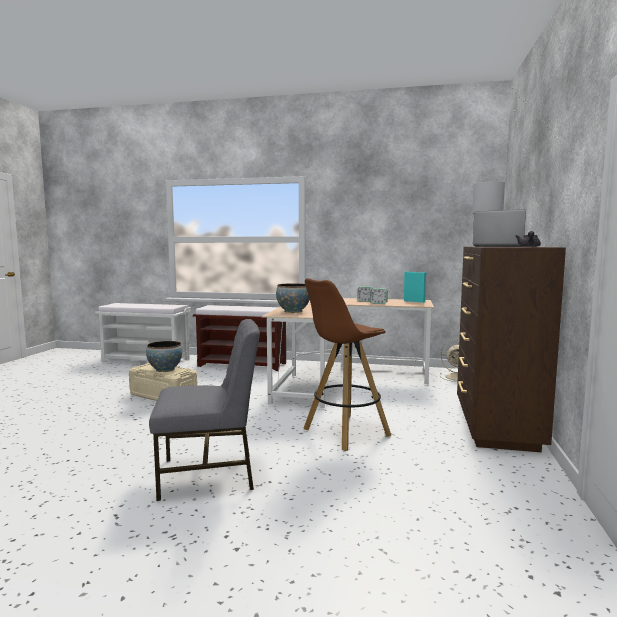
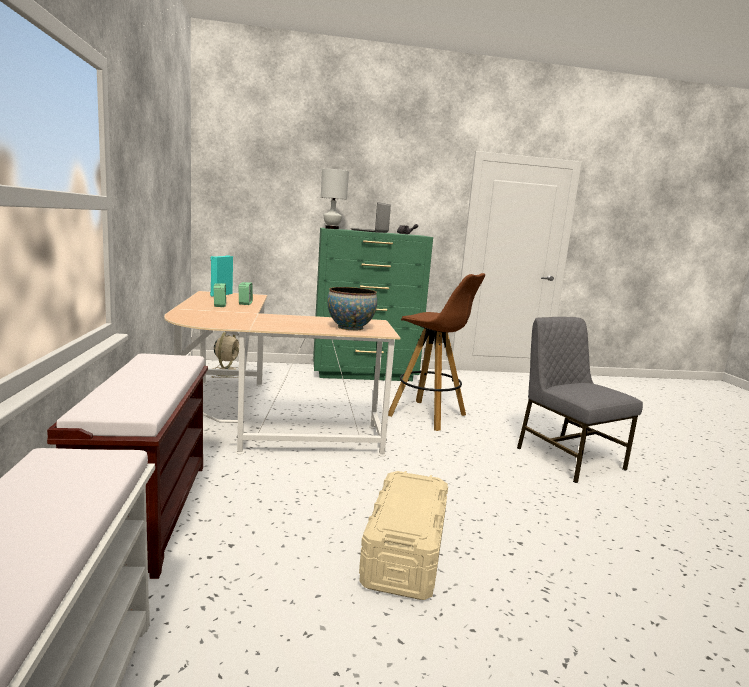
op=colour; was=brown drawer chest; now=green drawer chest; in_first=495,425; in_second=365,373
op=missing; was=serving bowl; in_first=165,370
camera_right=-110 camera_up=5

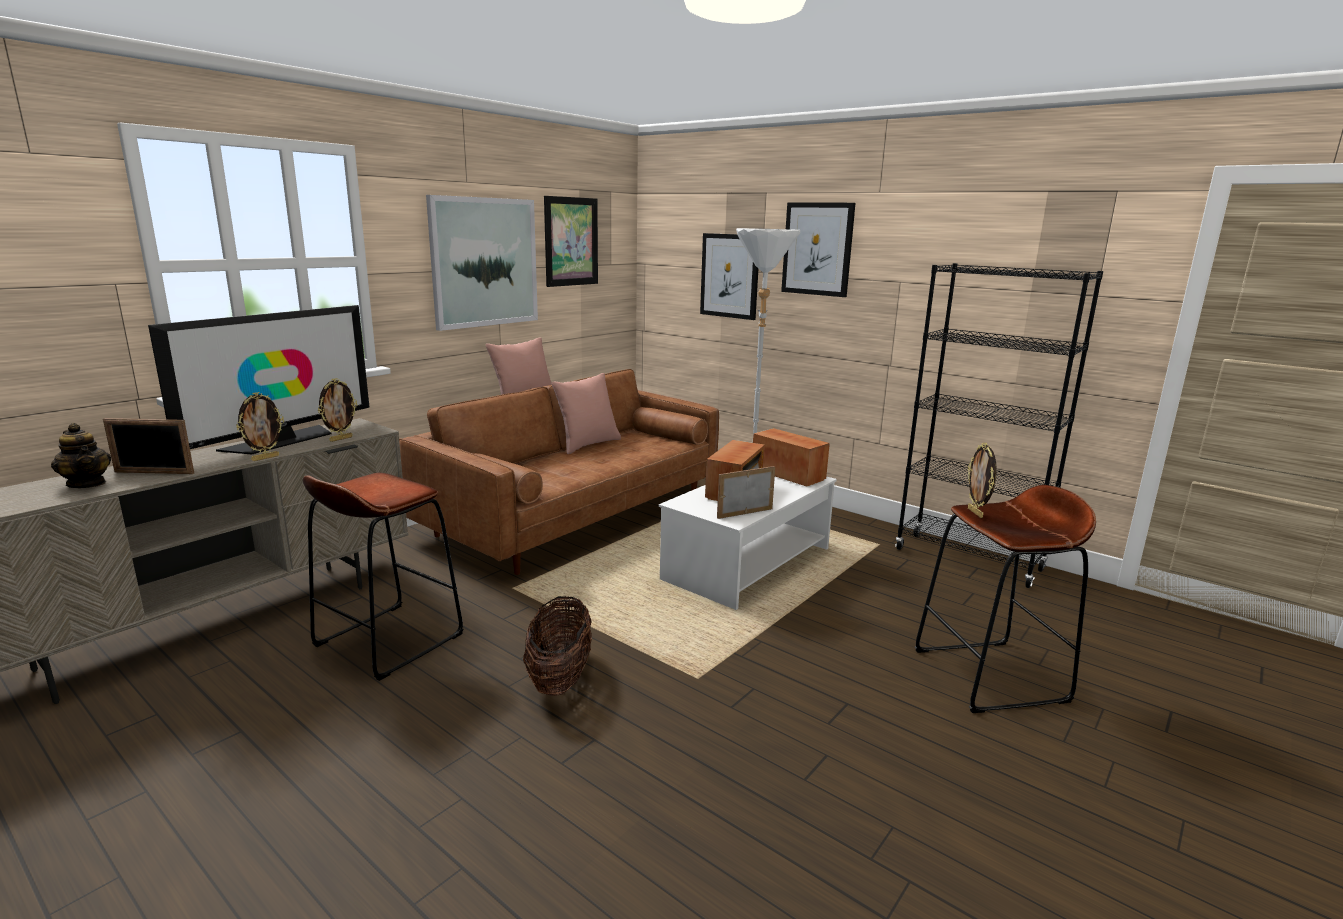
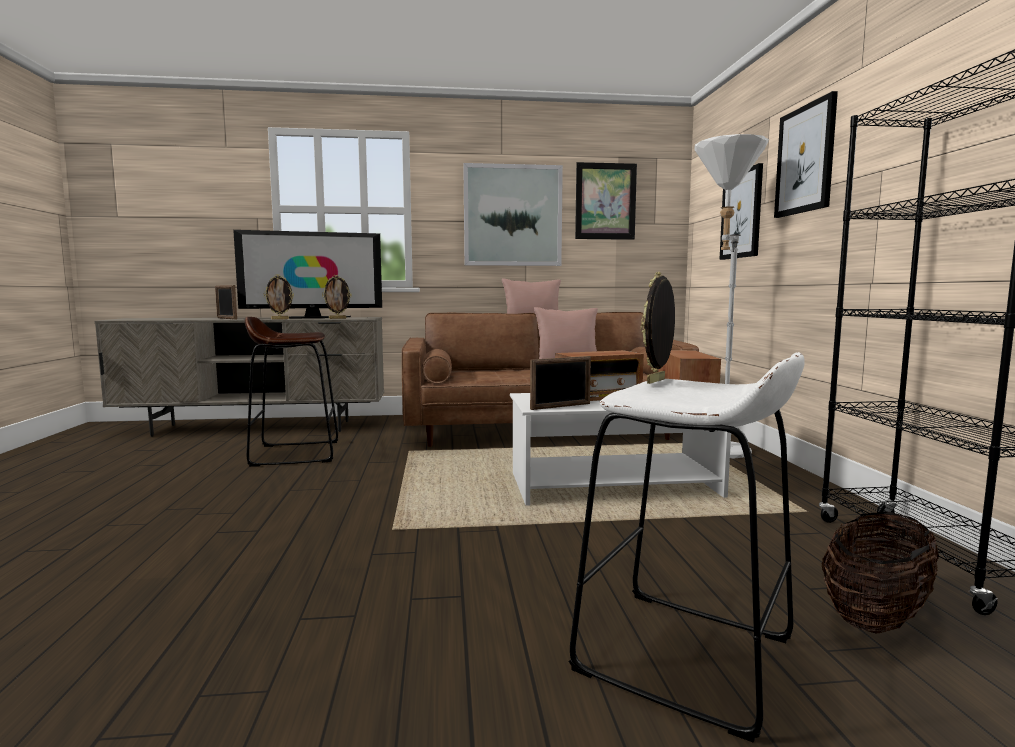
op=spun; was=picture frame; in_first=744,513; in_second=561,406; clockwise=135
op=colour; was=brown stool seat; now=whitish stool seat; in_first=990,675; in_second=684,656
op=relocated; was=storage basket; in_first=559,677; in_second=875,616
op=missing; was=teapot; in_first=87,484
camera_right=45 camera_up=-10

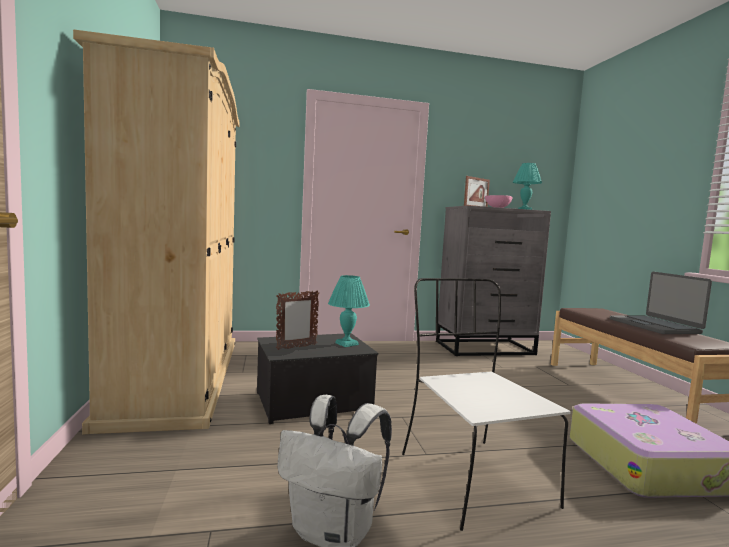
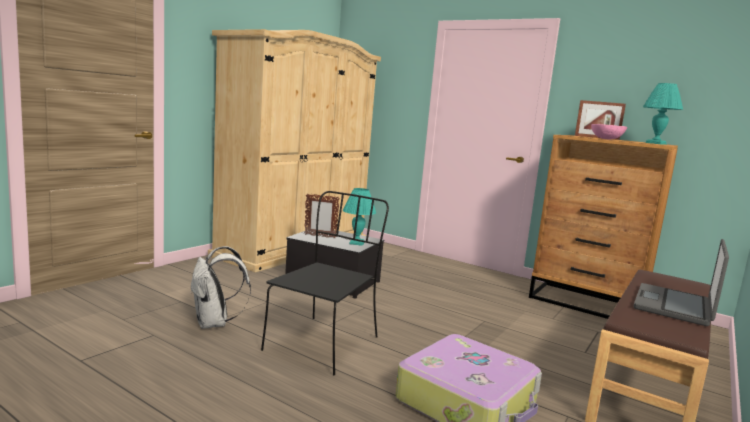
op=colour; was=whitish chair; now=black-coloured chair; in_first=472,477; in_second=323,343
op=colour; was=grey drawer chest; now=brown drawer chest; in_first=485,348; in_second=587,303
camera_right=45 camera_up=5

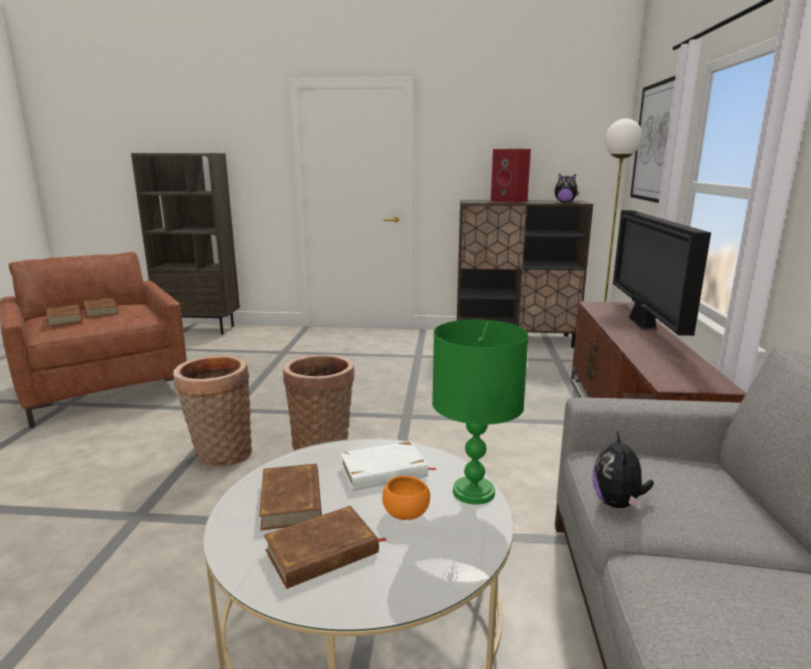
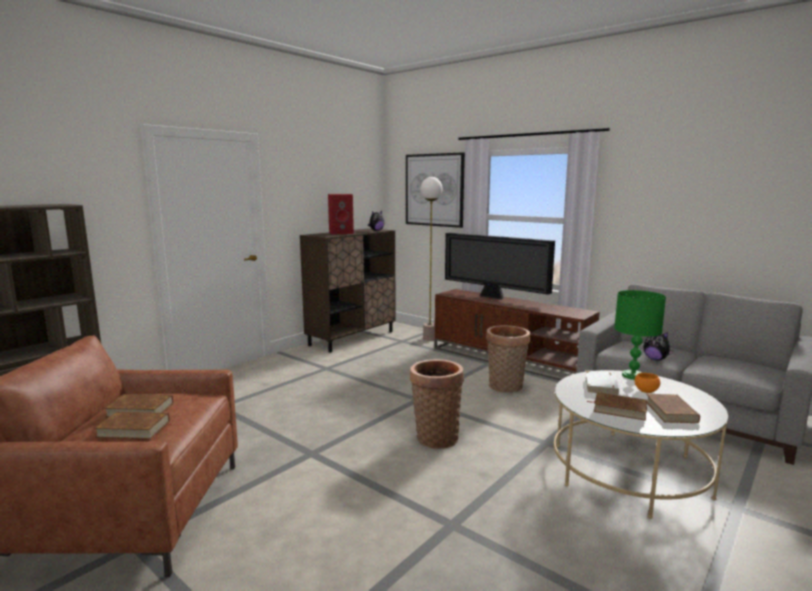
op=relocated; was=storage basket; in_first=220,455; in_second=505,387
camera_right=-55 camera_up=-5

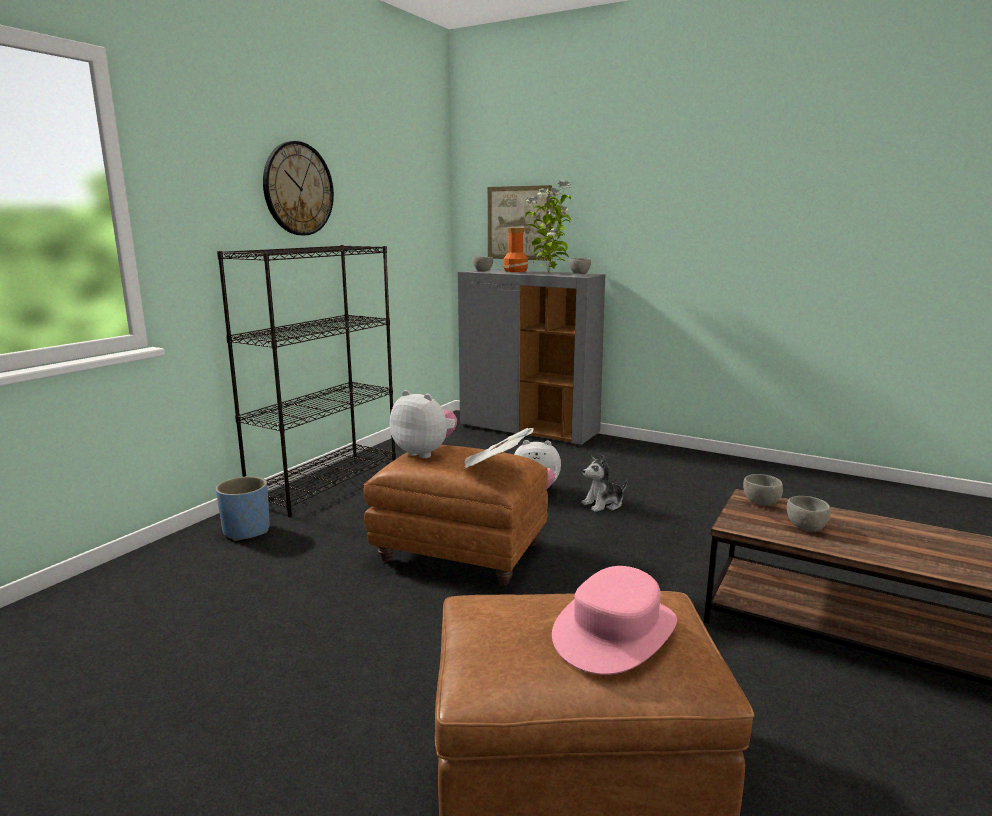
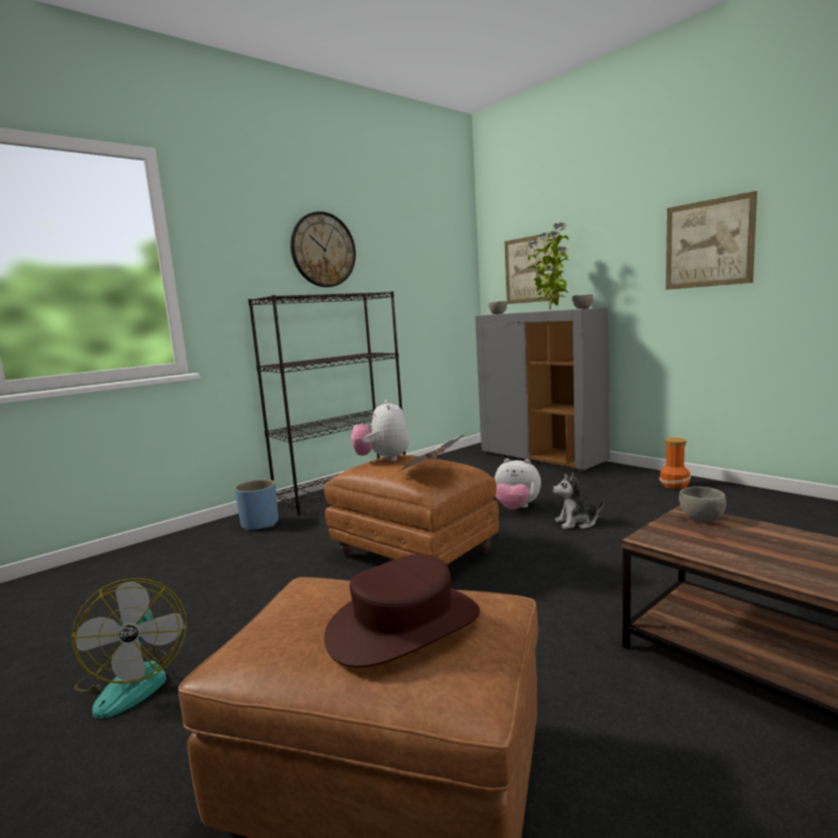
op=appeared; now=electric fan; in_second=134,681
op=colour; was=pink hat; now=brown hat; in_first=615,632; in_second=404,625
op=spun; was=plush toy; in_first=425,452; in_second=383,459; clockwise=-150
op=relocated; was=flower vase; in_first=516,271; in_second=675,485
op=appeared; now=wall art; in_second=708,243
op=missing; was=grey serving bowl; in_first=805,527
camera_right=20 camera_up=-5

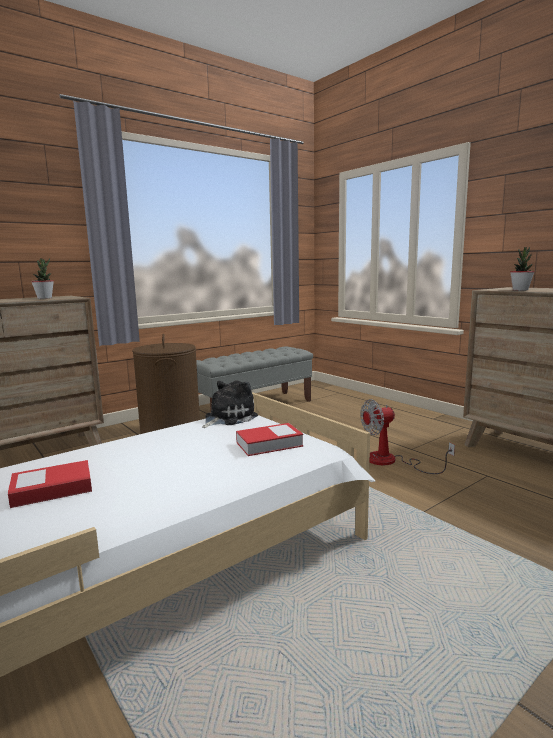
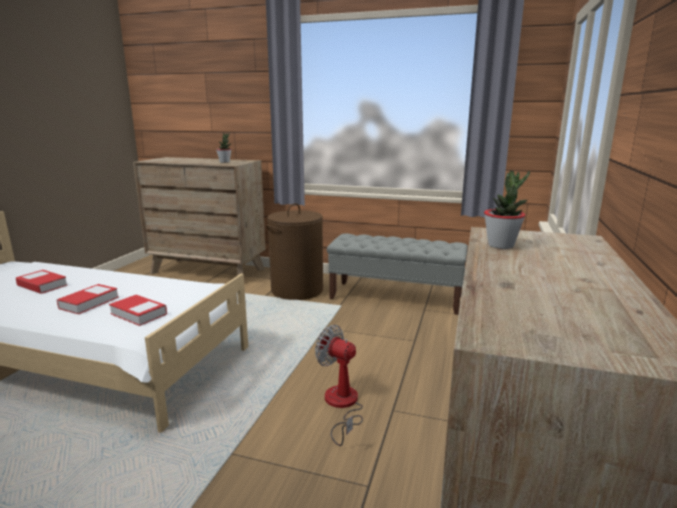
op=appeared; now=volume; in_second=89,303
op=missing; was=plush toy; in_first=228,418
camera_right=55 camera_up=5

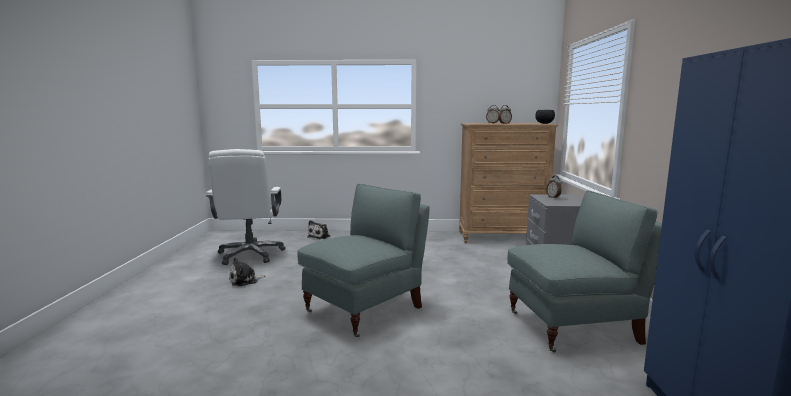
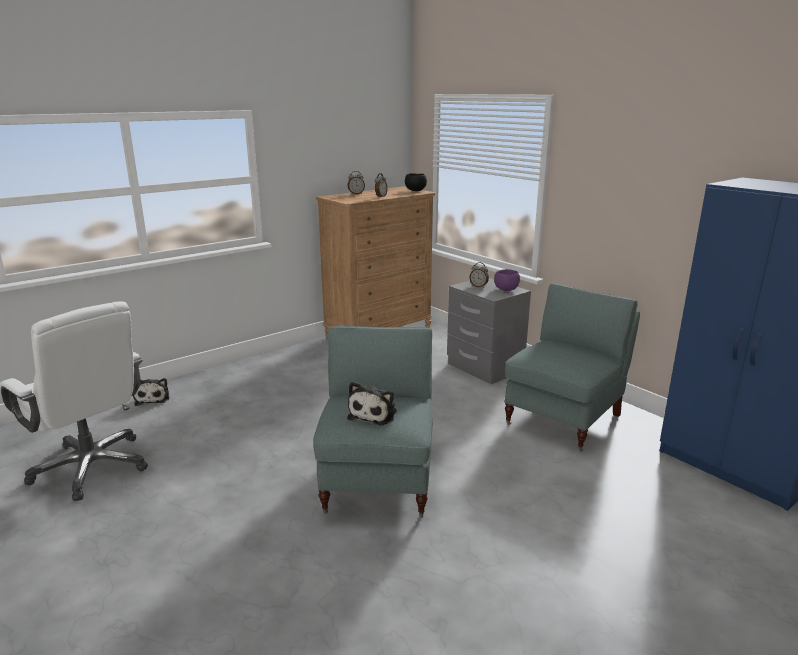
op=relocated; was=plush toy; in_first=245,281; in_second=374,414
op=appeared; now=purple-coloured serving bowl; in_second=506,290
camera_right=-40 camera_up=10

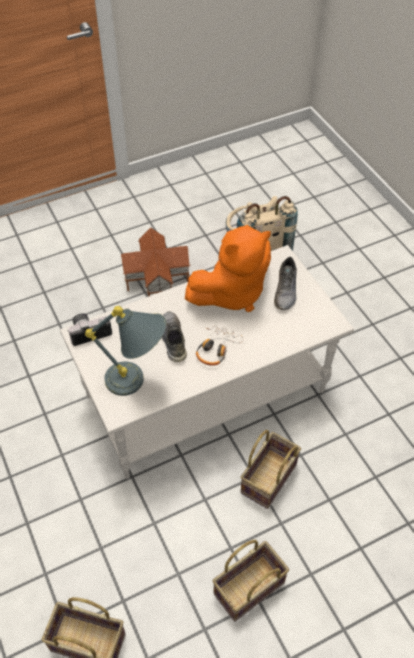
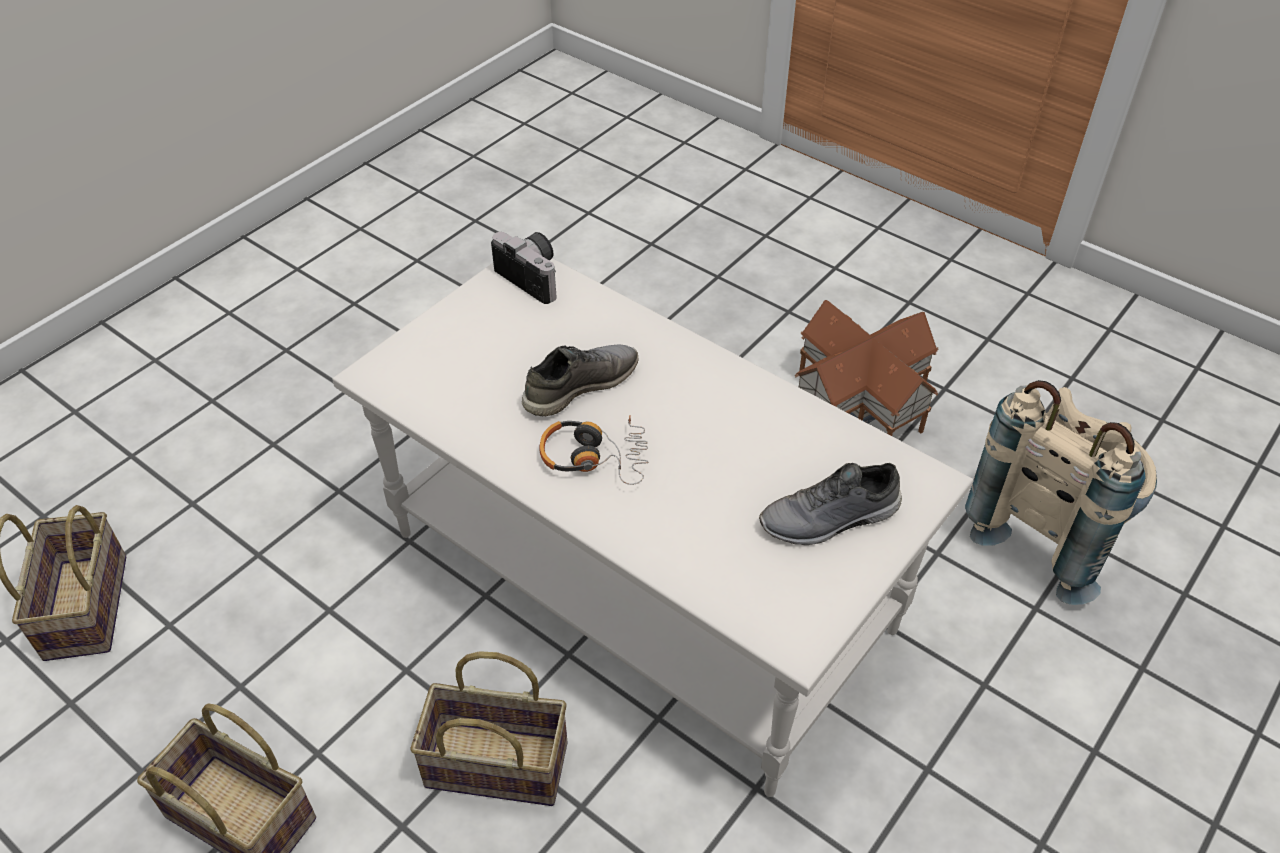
op=missing; was=grey tabletop lamp; in_first=138,382
op=missing; was=orangey plush toy; in_first=232,293
camera_right=65 camera_up=-5

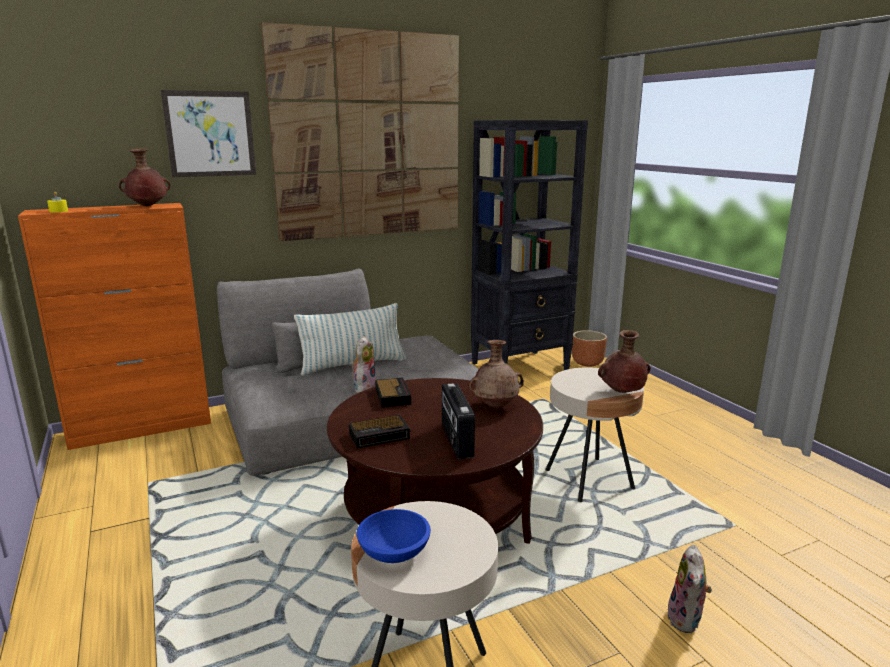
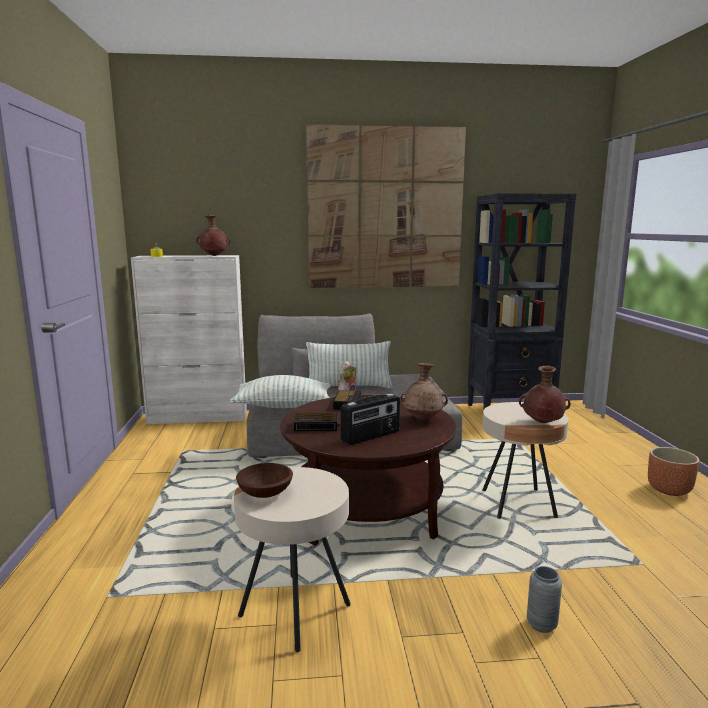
op=colour; was=orangey cupboard; now=whitish cupboard; in_first=142,427; in_second=198,417
op=appeared; now=pillow; in_second=283,406
op=colour; was=blue-coloured serving bowl; now=brown serving bowl; in_first=395,551; in_second=266,492
op=spun; was=radio; in_first=456,440; in_second=371,436; clockwise=-135
op=exchanged; was=plush toy; now=grey flower vase; in_first=687,620; in_second=541,624
op=relocated; was=brown planter; in_first=587,363; in_second=669,490
op=missing; was=wall art; in_first=210,134
camera_right=20 camera_up=-5

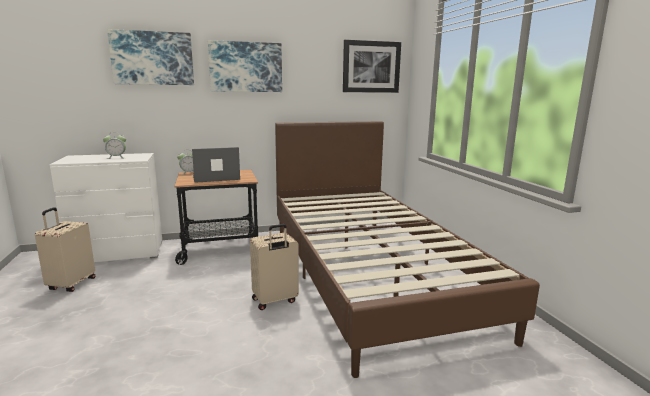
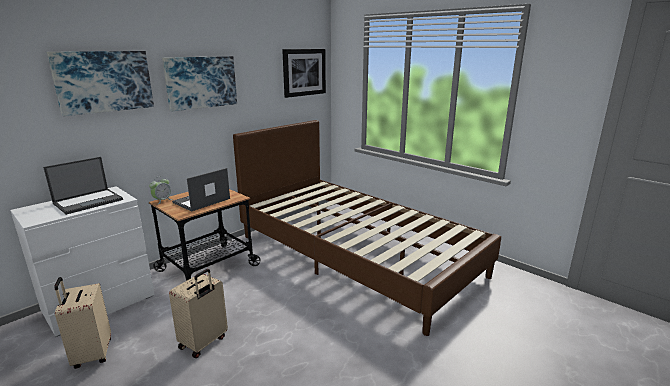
op=exchanged; was=table clock; now=laptop; in_first=116,157; in_second=89,201
op=relocated; was=beige travel case; in_first=275,301; in_second=204,342
camera_right=-30 camera_up=5

